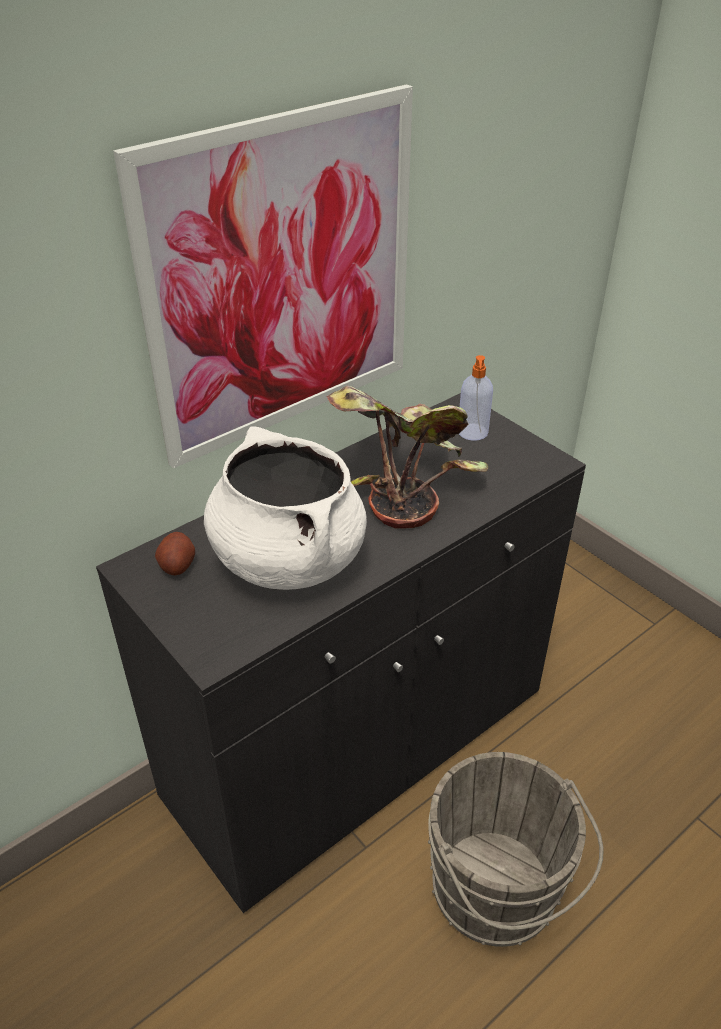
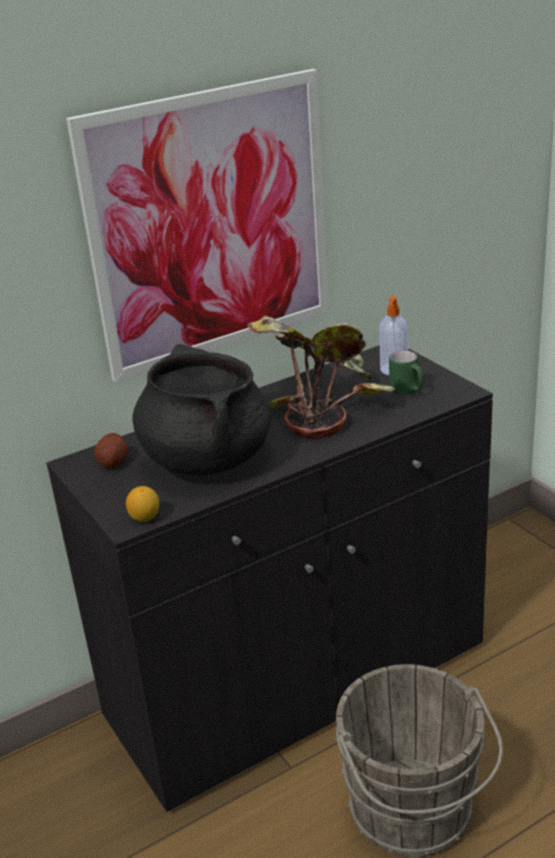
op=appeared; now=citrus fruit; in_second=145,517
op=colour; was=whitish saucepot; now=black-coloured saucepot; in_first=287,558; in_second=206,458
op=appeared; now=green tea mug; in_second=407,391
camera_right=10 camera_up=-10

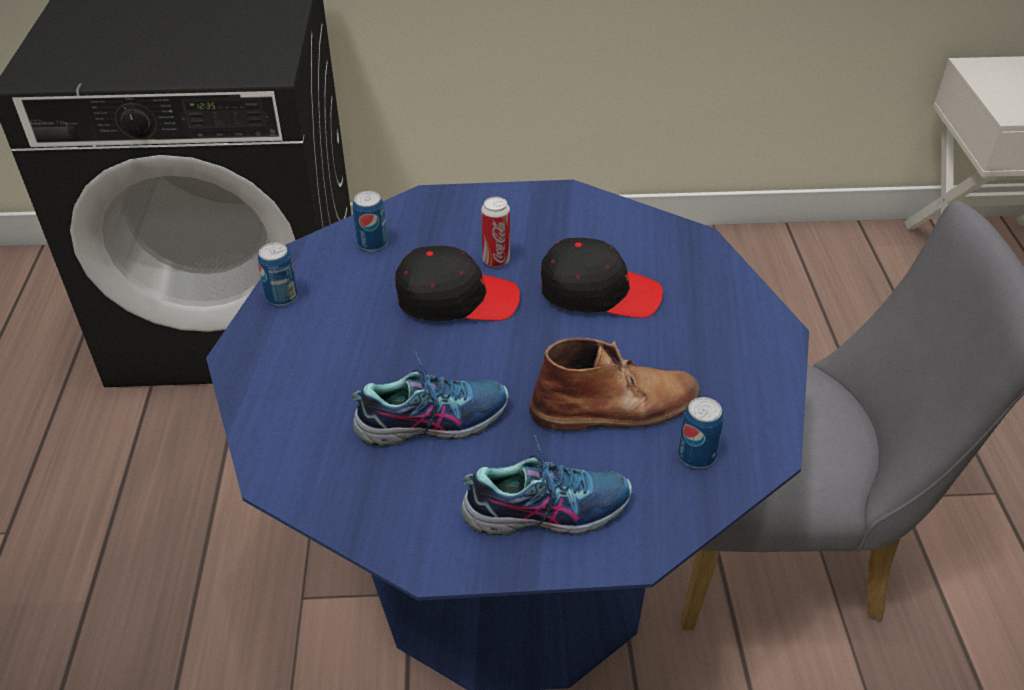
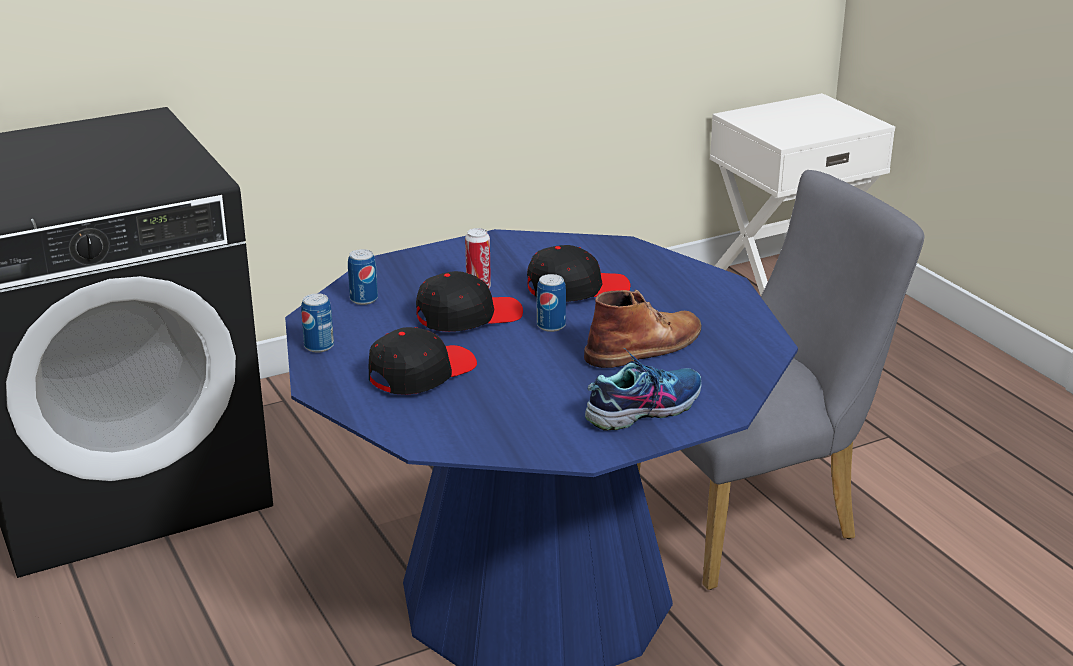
op=appeared; now=black-coloured baseball cap; in_second=421,373
op=relocated; was=sealed can; in_first=696,455; in_second=551,326
op=missing; was=low shoe; in_first=432,420
camera_right=-25 camera_up=-15

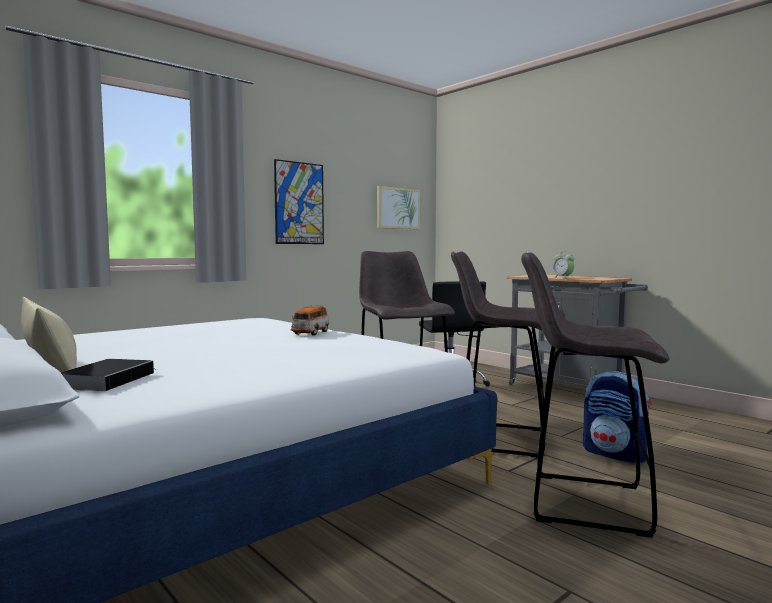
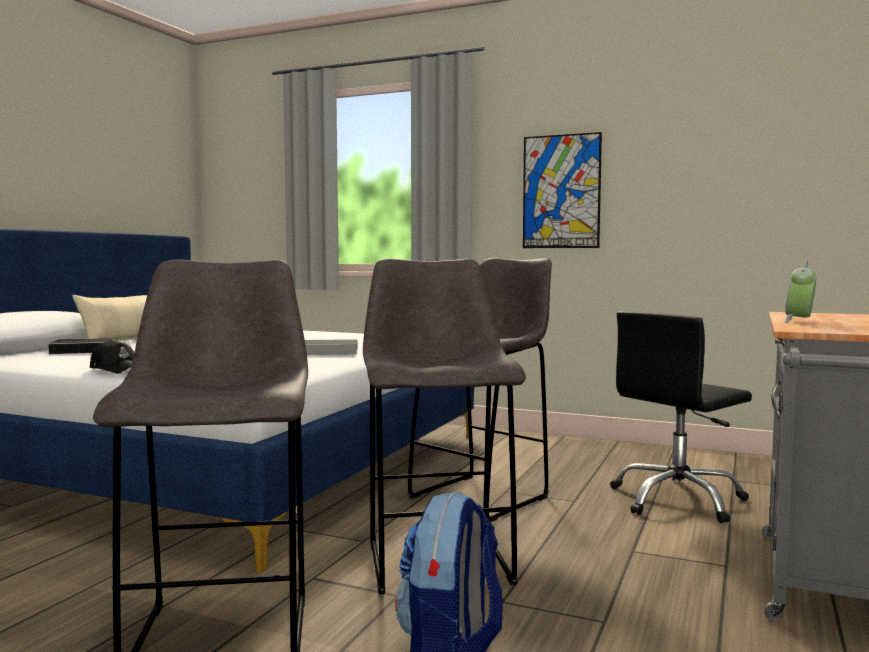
op=appeared; now=black-coloured baseball cap; in_second=116,369
op=exchanged; was=model car; now=volume; in_first=310,333; in_second=327,352
op=missing; was=wall art; in_first=398,208
camera_right=65 camera_up=0

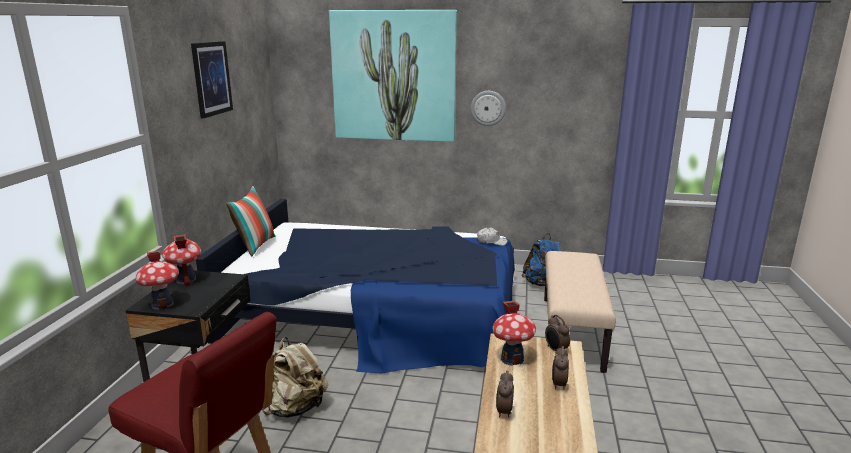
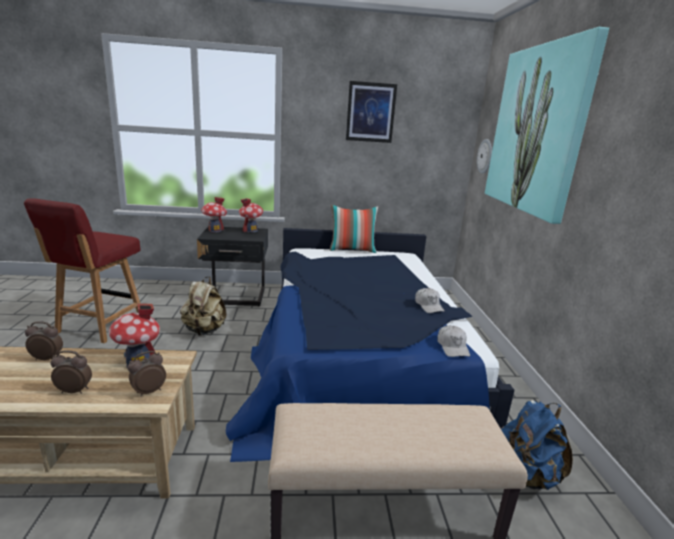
op=appeared; now=whitish baseball cap; in_second=428,306
op=relocated; was=hanging clock; in_first=488,108; in_second=485,156
camera_right=75 camera_up=0

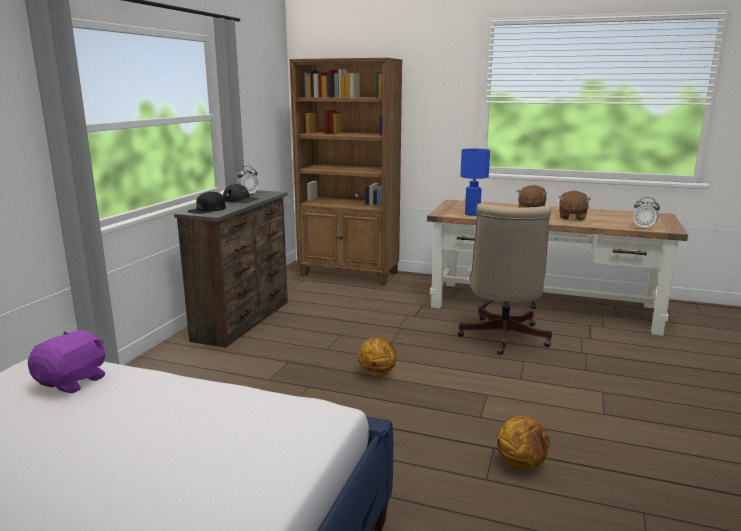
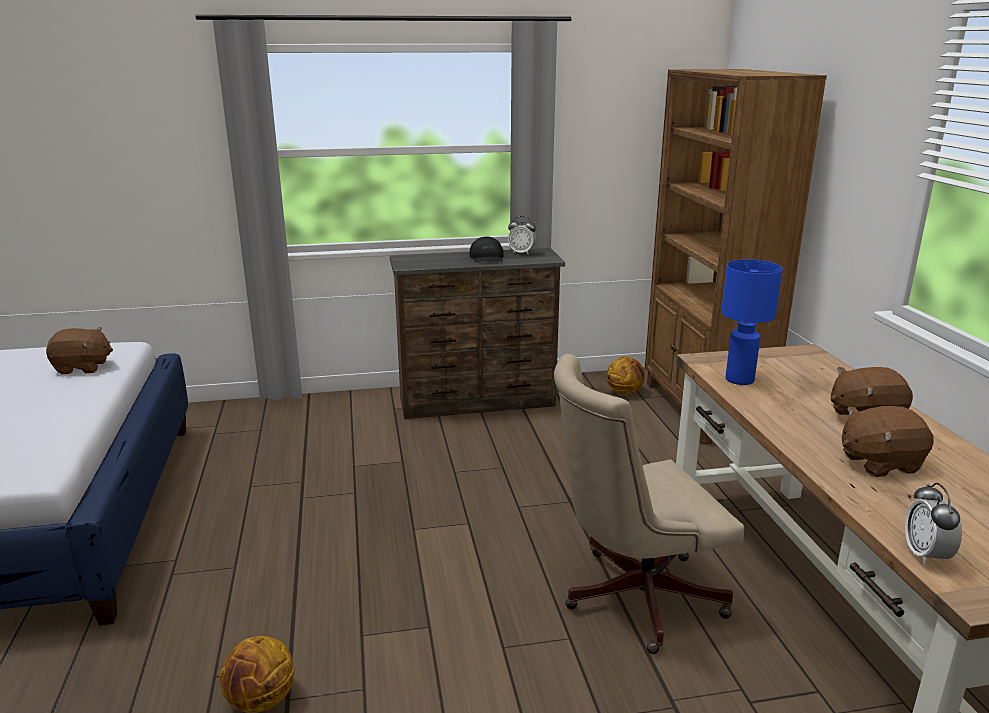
op=colour; was=purple-coloured plush toy; now=brown plush toy; in_first=73,381; in_second=83,367
op=relocated; was=basketball ball; in_first=377,373; in_second=625,392
op=missing; was=black-coloured baseball cap; in_first=207,209
camera_right=60 camera_up=5

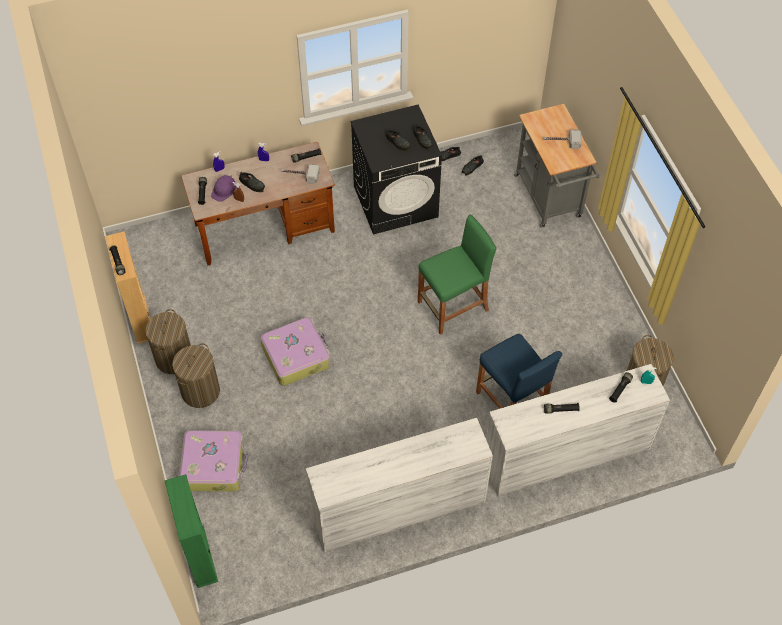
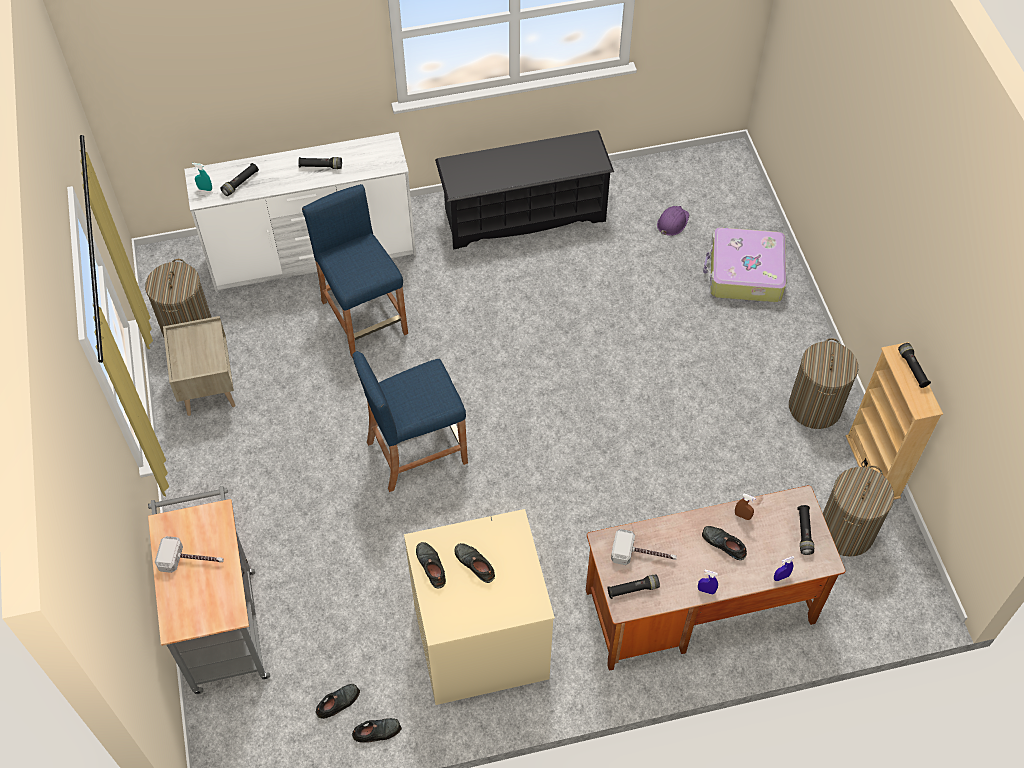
op=appeared; now=beige bedside table; in_second=207,387
op=colour; was=green stool seat; now=blue-coloured stool seat; in_first=453,306; in_second=416,452
op=colour; was=black-coloured laundry appliance; now=beige laundry appliance; in_first=396,201; in_second=479,642
op=exchanged; was=whitish drawer chest; now=black-coloured shoe shelf; in_first=398,507; in_second=524,215
op=relocated; was=purple-coloured hard hat; in_first=224,190; in_second=672,222
op=relocated; was=washing basket; in_first=200,391; in_second=846,532
op=missing; was=green bookcase; in_first=200,556
op=missing; was=travel case; in_first=296,355
camera_right=-175 camera_up=0

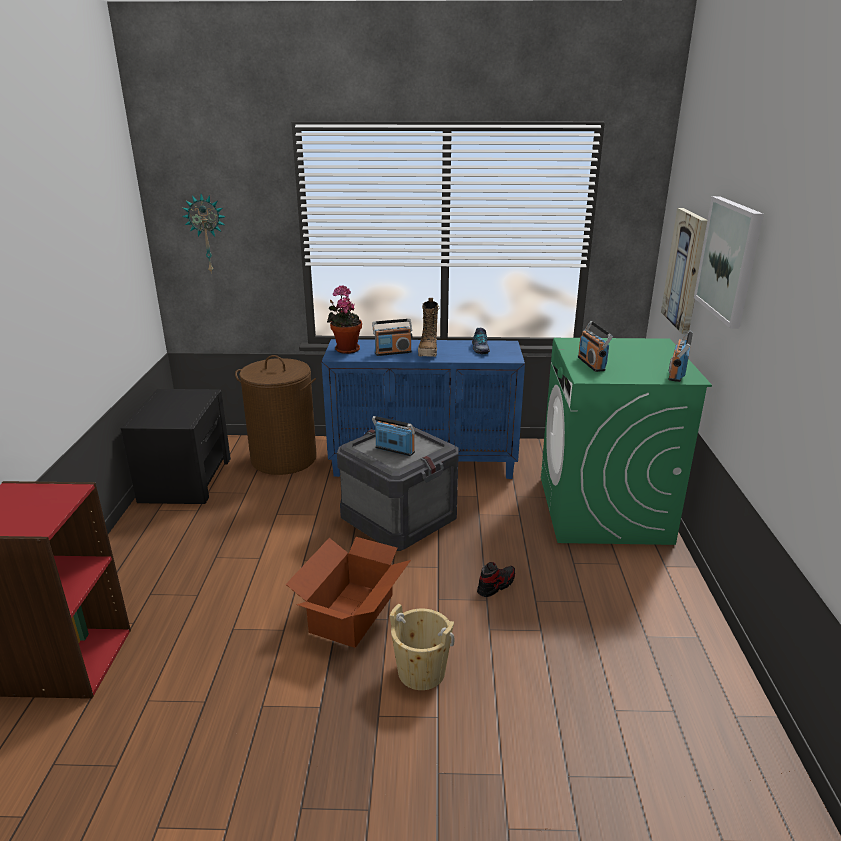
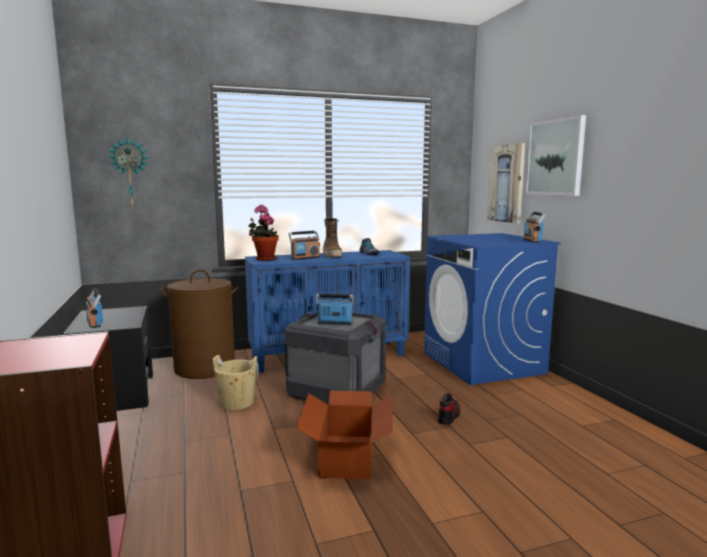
op=relocated; was=radio; in_first=591,363; in_second=94,323
op=relocated; was=beige pail; in_first=421,672; in_second=237,403
op=colour; was=green laundry appliance; now=blue-coloured laundry appliance; in_first=603,510; in_second=483,363
camera_right=-20 camera_up=-15

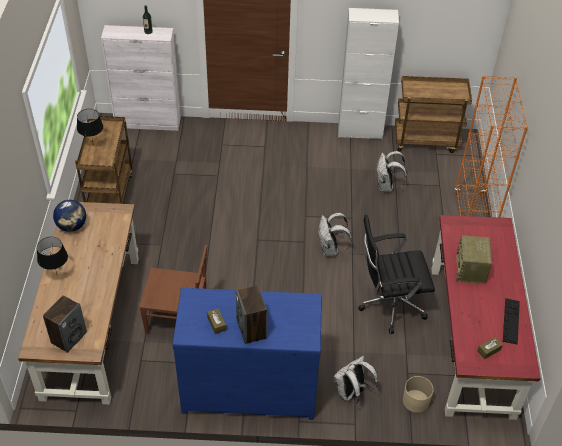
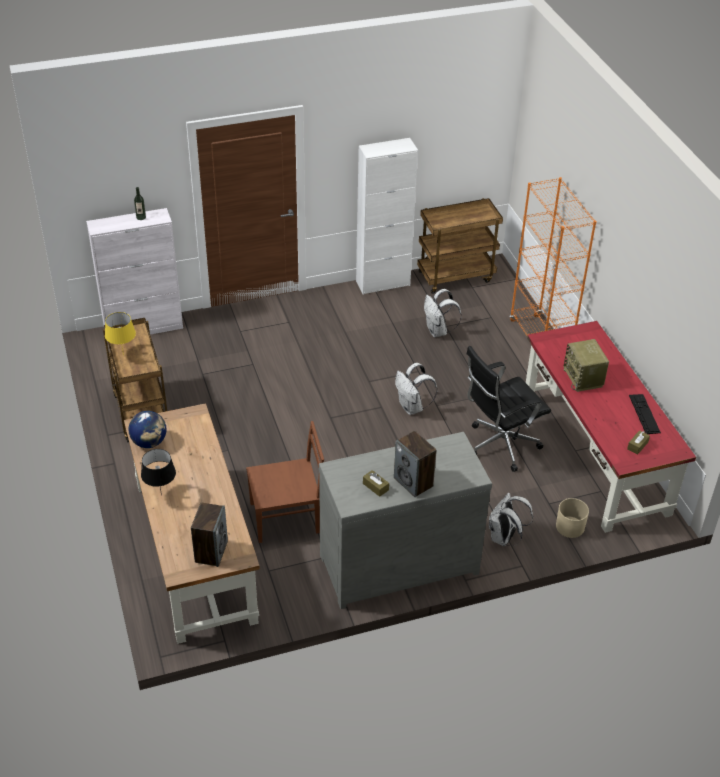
op=colour; was=black-coloured tabletop lamp; now=yellow-coloured tabletop lamp; in_first=93,145; in_second=123,355
op=colour; was=blue-coloured drawer chest; now=grey drawer chest; in_first=249,386; in_second=397,562
camera_right=-20 camera_up=-5

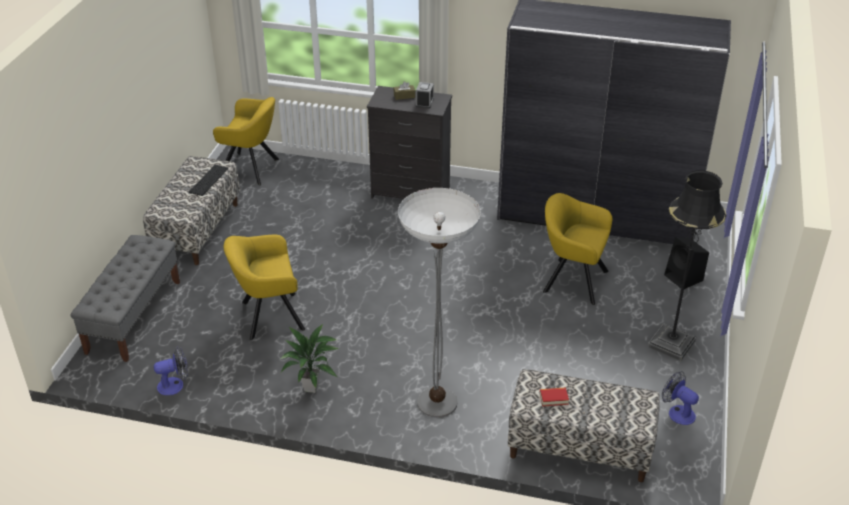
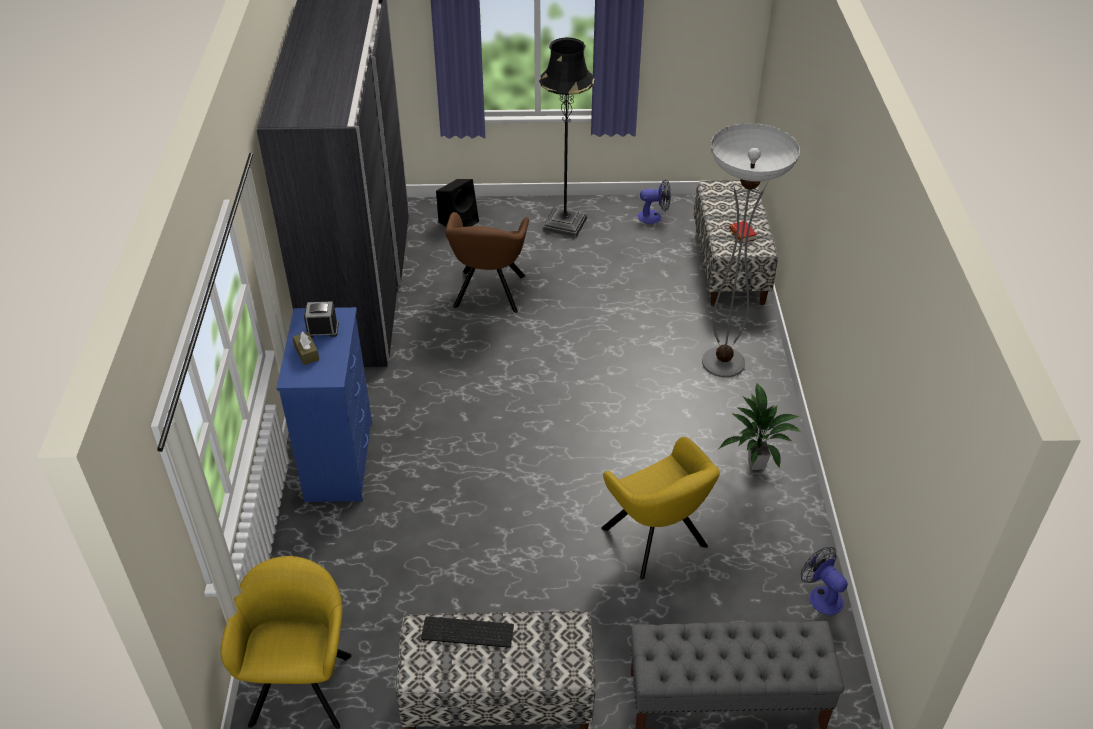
op=colour; was=black-coloured drawer chest; now=blue-coloured drawer chest; in_first=411,193; in_second=340,460
op=colour; was=yellow-coloured armchair; now=brown armchair; in_first=571,280; in_second=488,294
op=spun; was=electric fan; in_first=677,412; in_second=654,217; clockwise=-120
camera_right=-105 camera_up=5

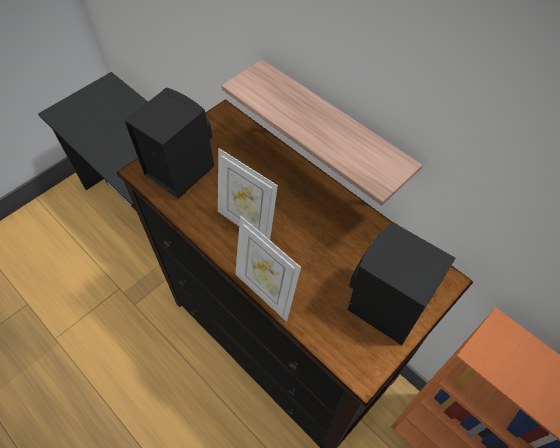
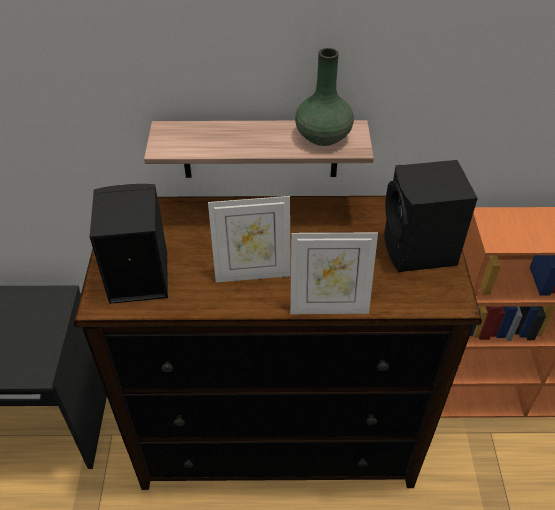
op=appeared; now=green flower vase; in_second=323,136
camera_right=-45 camera_up=-10

